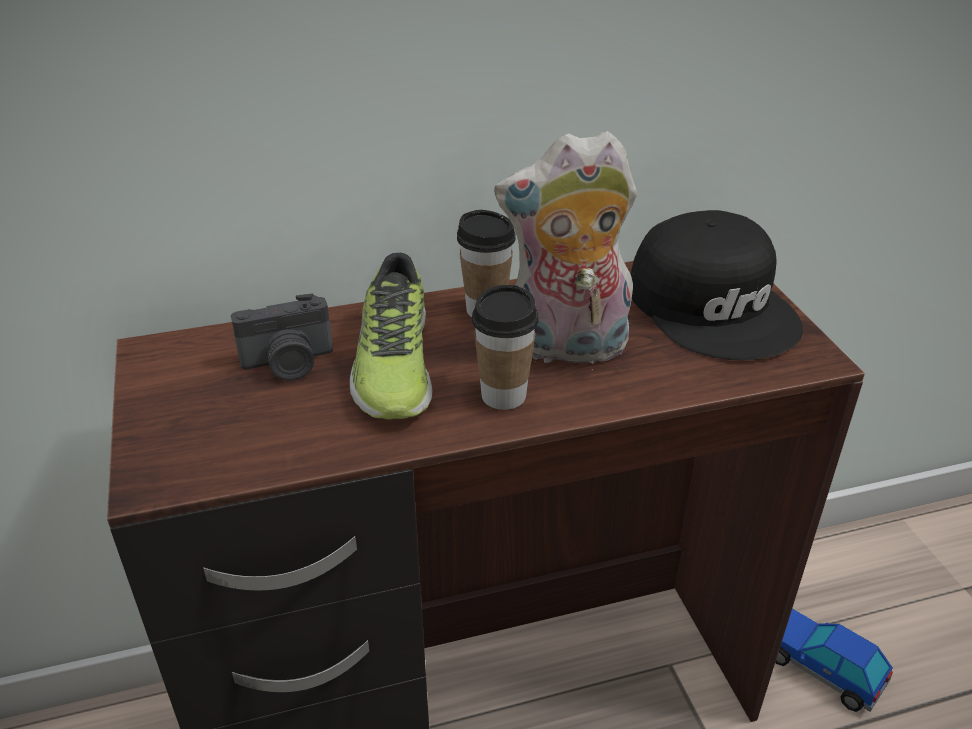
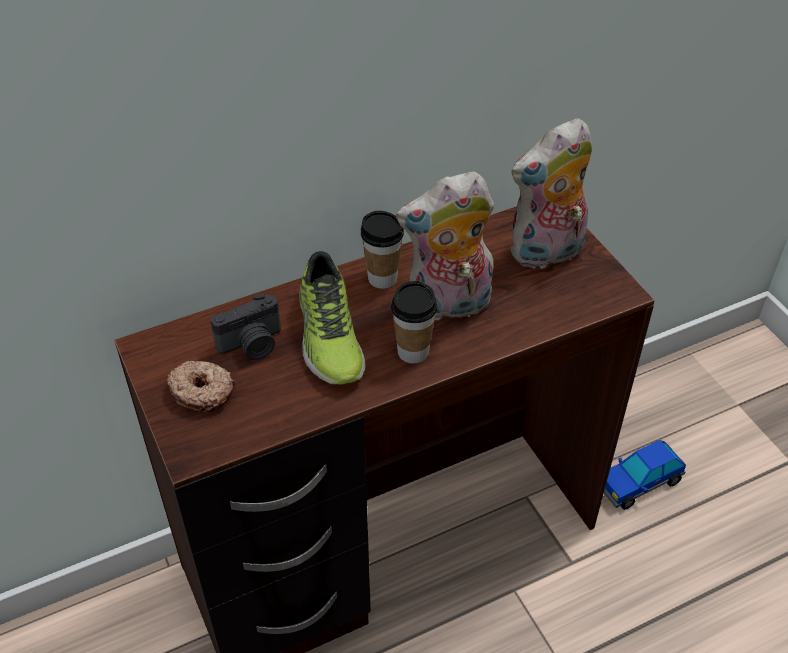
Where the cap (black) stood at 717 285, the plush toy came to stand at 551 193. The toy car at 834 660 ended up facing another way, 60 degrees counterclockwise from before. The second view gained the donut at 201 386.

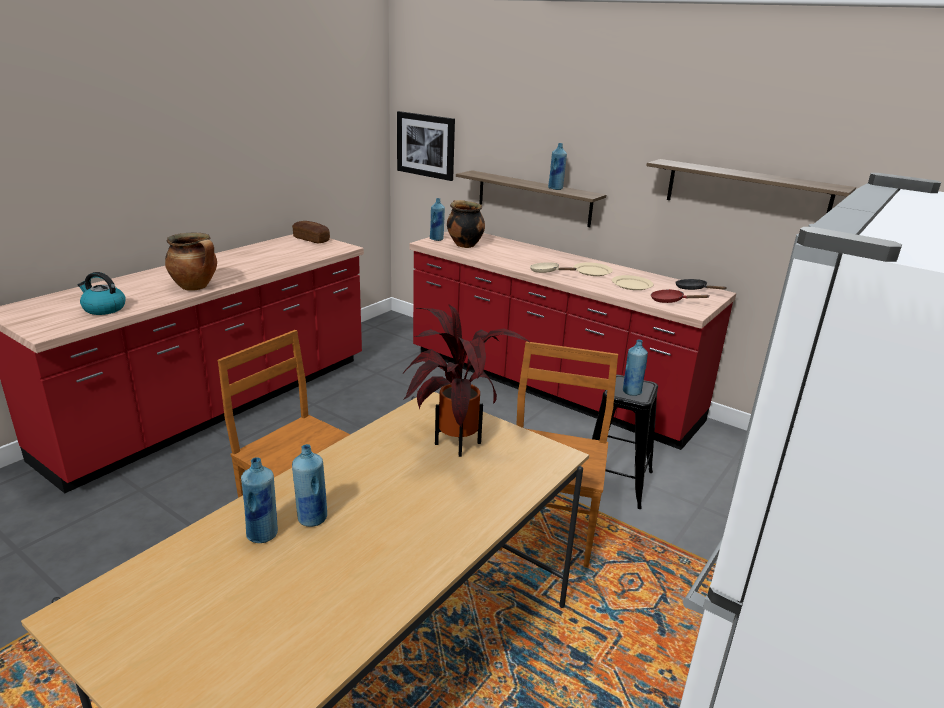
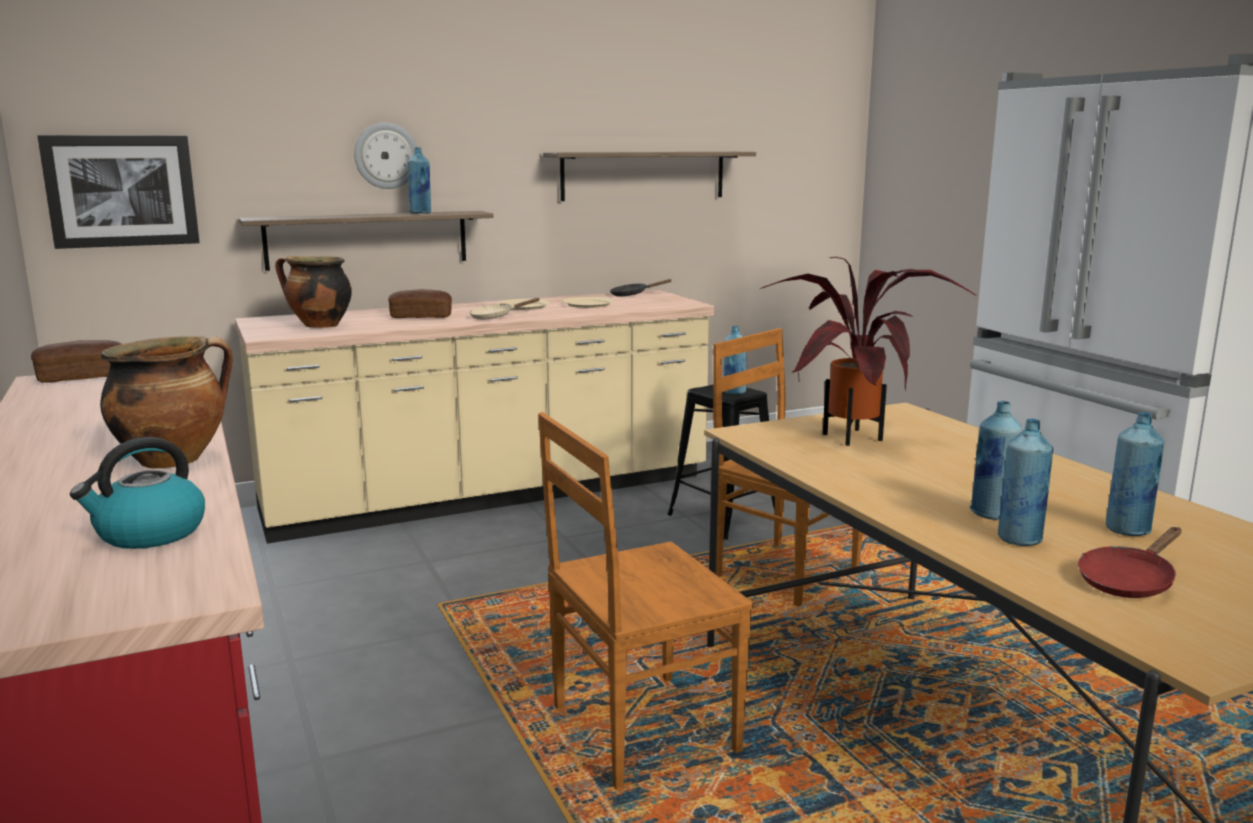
The bottle (blue) ended up elsewhere, having gone from 437 219 to 1135 474. What was the counter (red) at 572 341 turned into the counter (beige) at 475 417. The frying pan (red) ended up elsewhere, having gone from 680 296 to 1129 562. The second view gained the wall clock at 386 155. The second view gained the bread at 420 303.

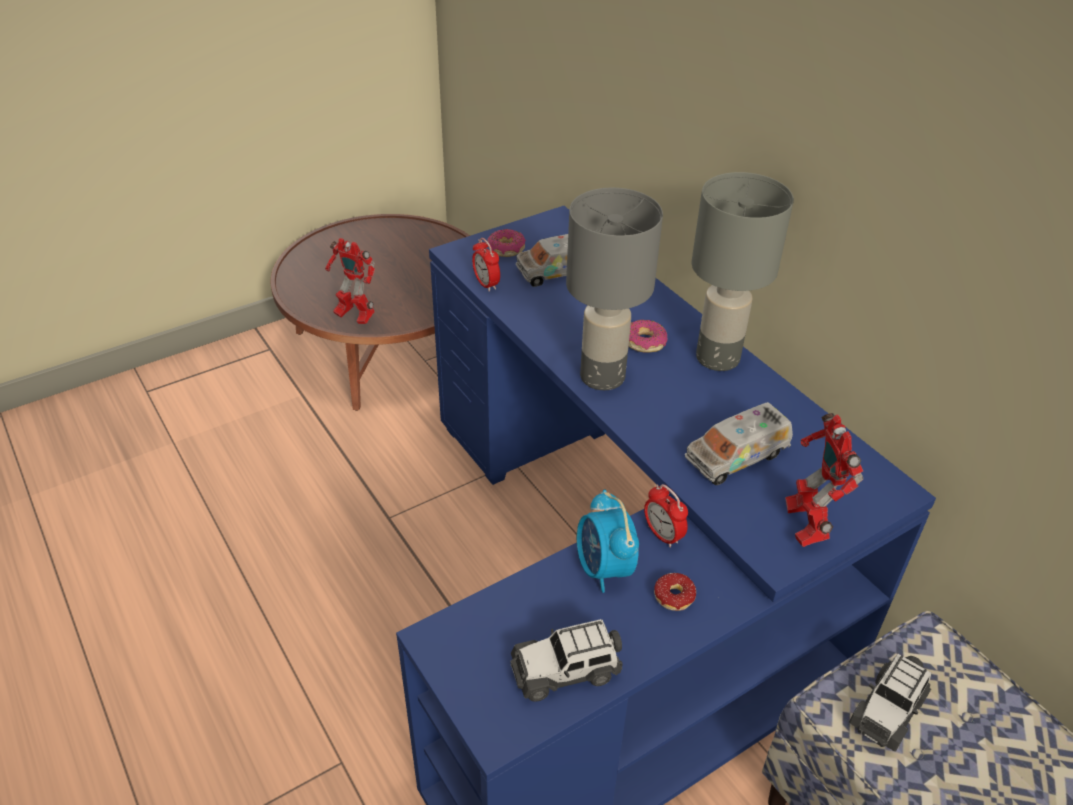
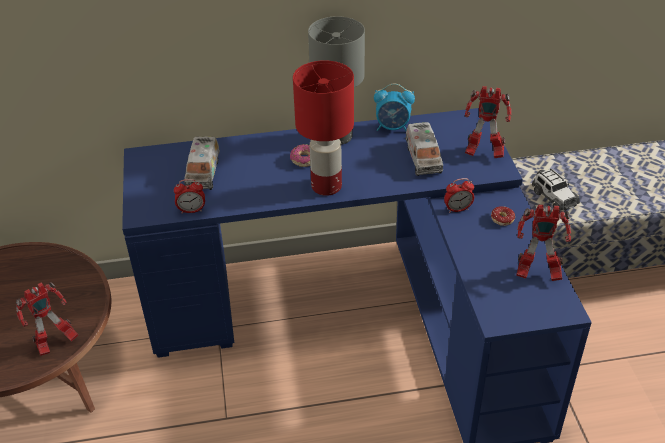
What was the table lamp (grey) at 614 289 turned into the table lamp (red) at 323 128. The second view lost the donut at 506 243. The alarm clock ended up elsewhere, having gone from 608 541 to 394 107. Where the toy car stood at 566 660, the toy robot came to stand at 543 243.

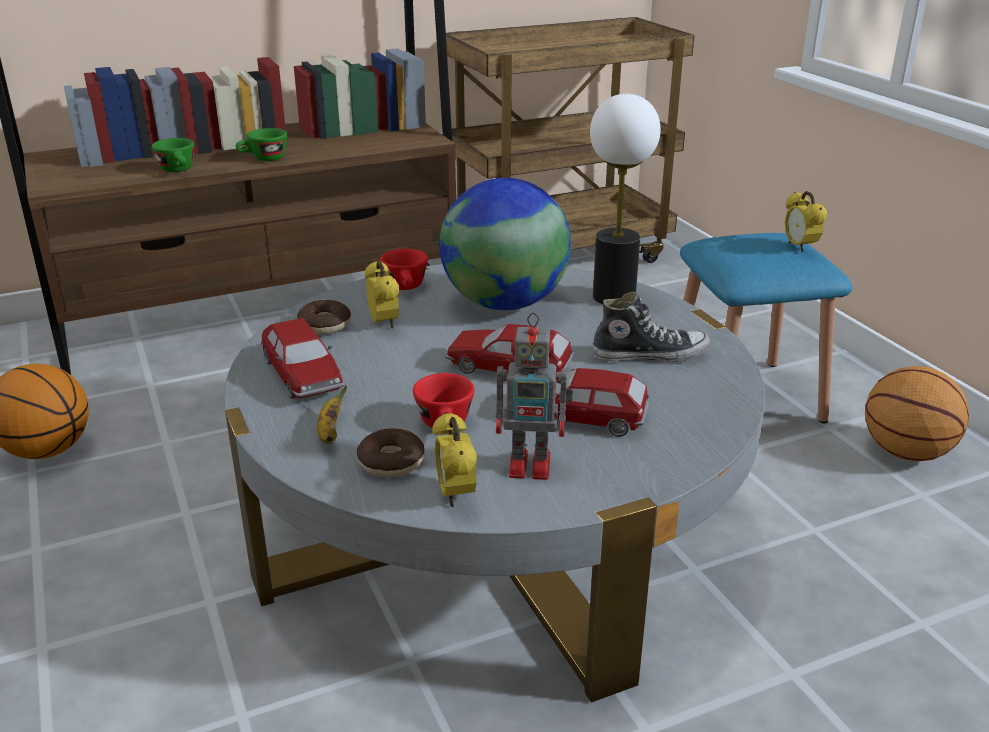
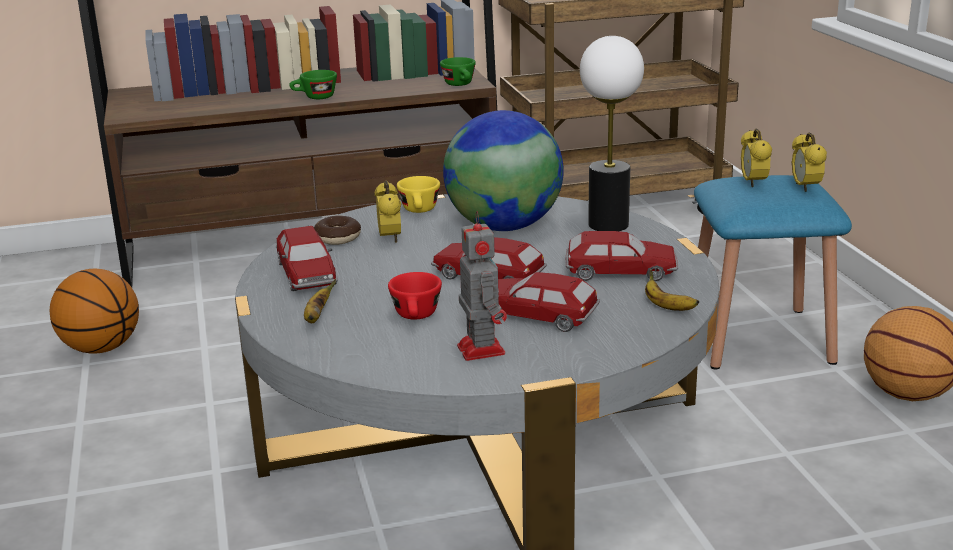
The cup (green) ended up elsewhere, having gone from 172 155 to 458 71. What was the cup (red) at 404 269 turned into the cup (yellow) at 418 194. Where the shoe stood at 651 327, the toy car came to stand at 622 256. The toy robot at 534 396 ended up facing another way, 120 degrees counterclockwise from before. The alarm clock ended up elsewhere, having gone from 454 459 to 756 158. The second view lost the donut at 391 452. The second view gained the banana at 672 290.

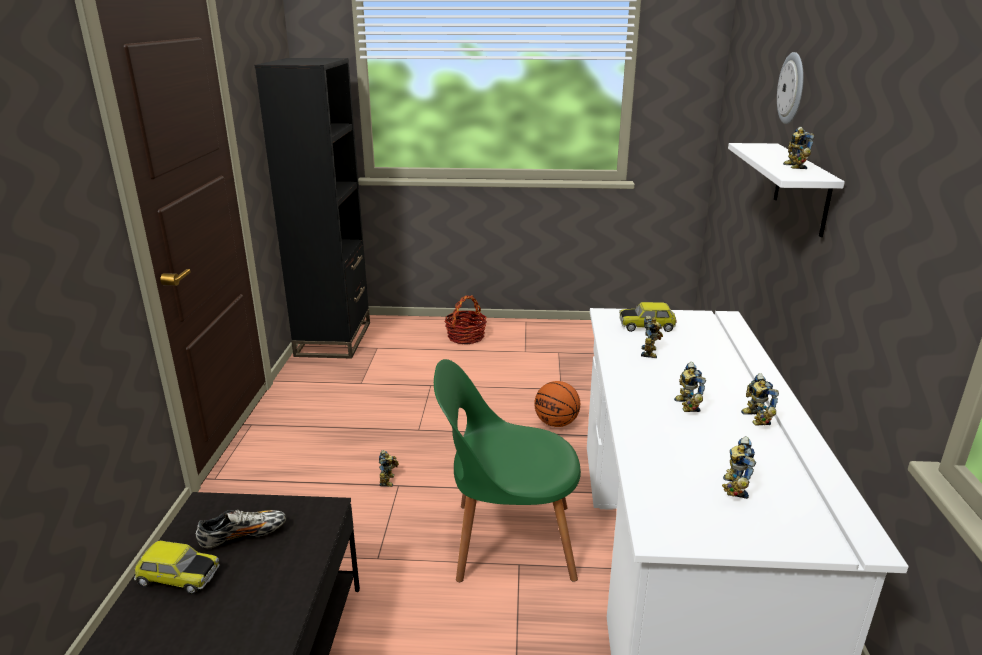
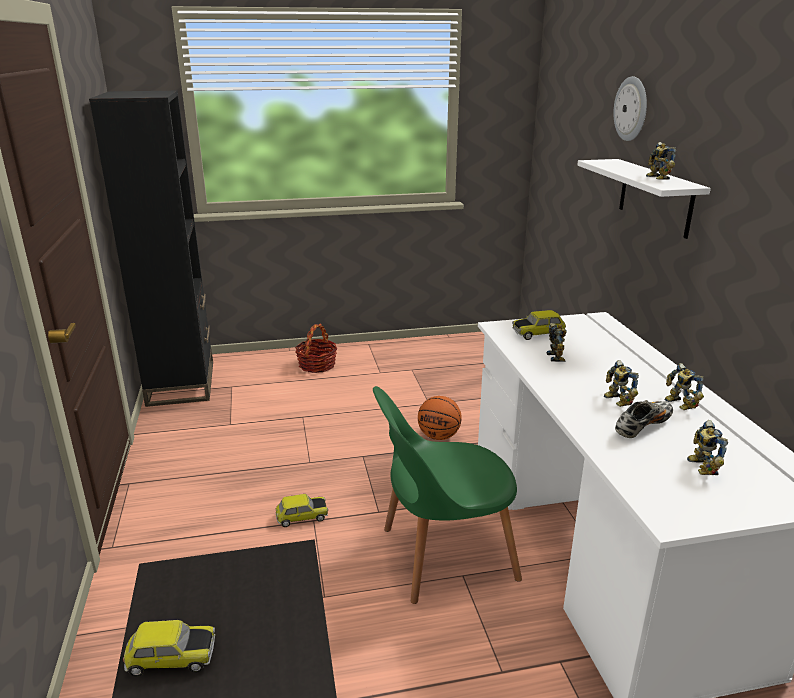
Where the toy robot stood at 389 468, the toy car came to stand at 302 510. The shoe ended up elsewhere, having gone from 241 529 to 644 419.

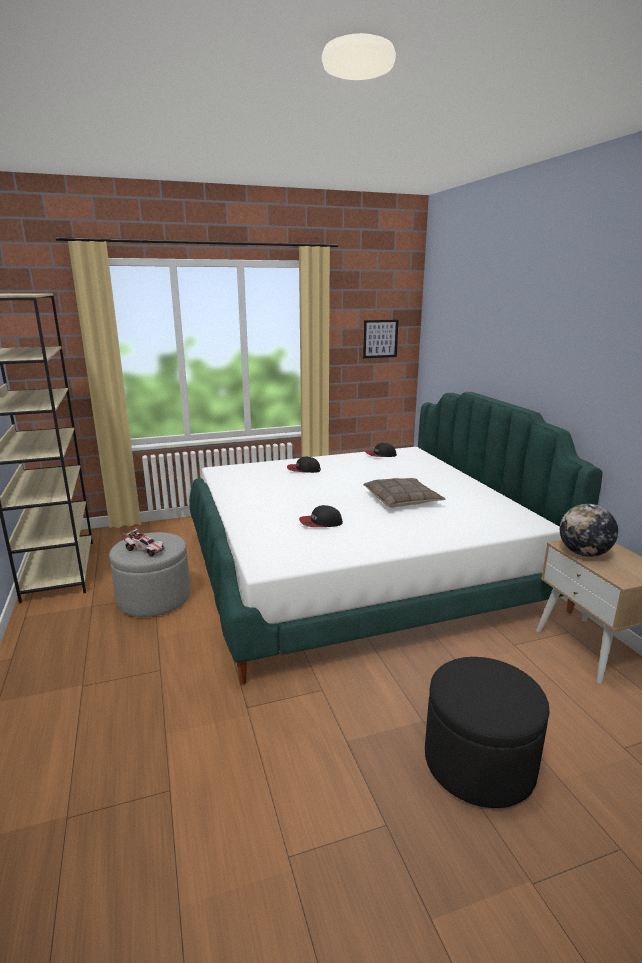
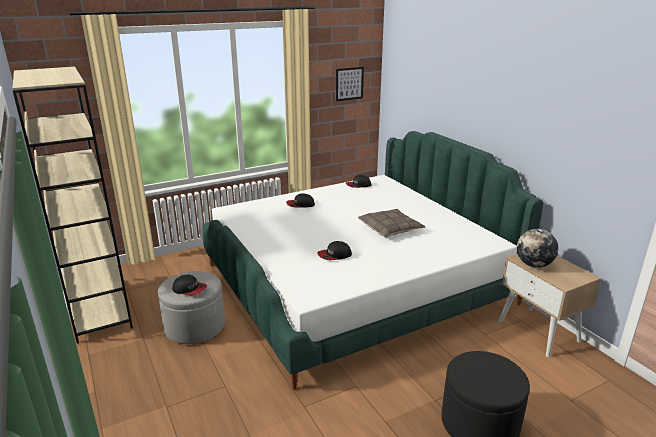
Where the toy car stood at 143 541, the cap came to stand at 189 285.

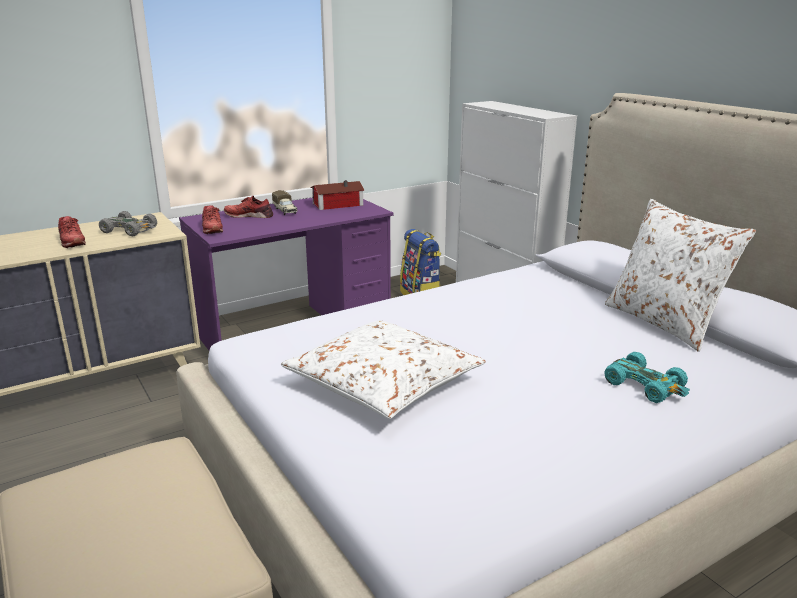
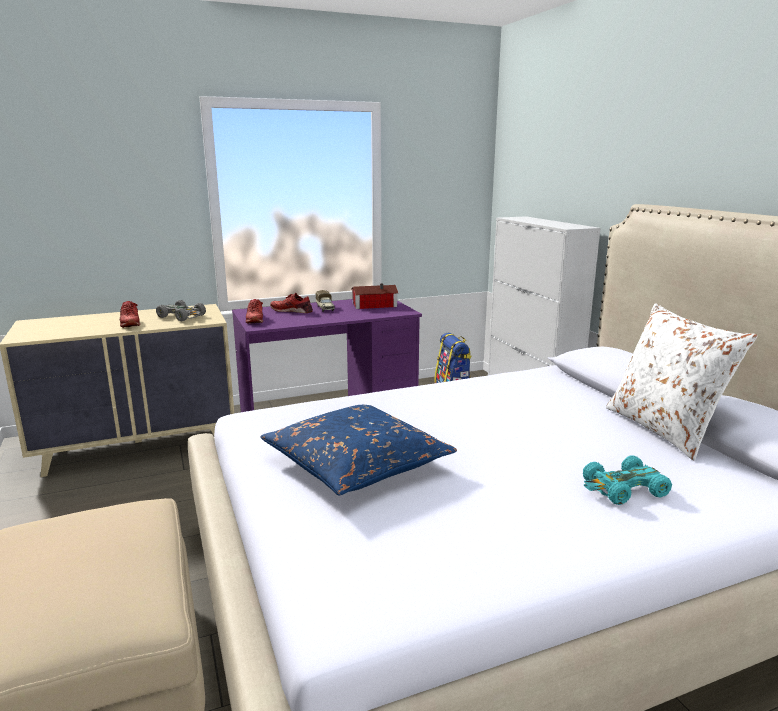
What was the pillow (white) at 383 369 turned into the pillow (blue) at 358 450. The toy car (turquoise) at 647 377 ended up facing another way, 105 degrees clockwise from before.

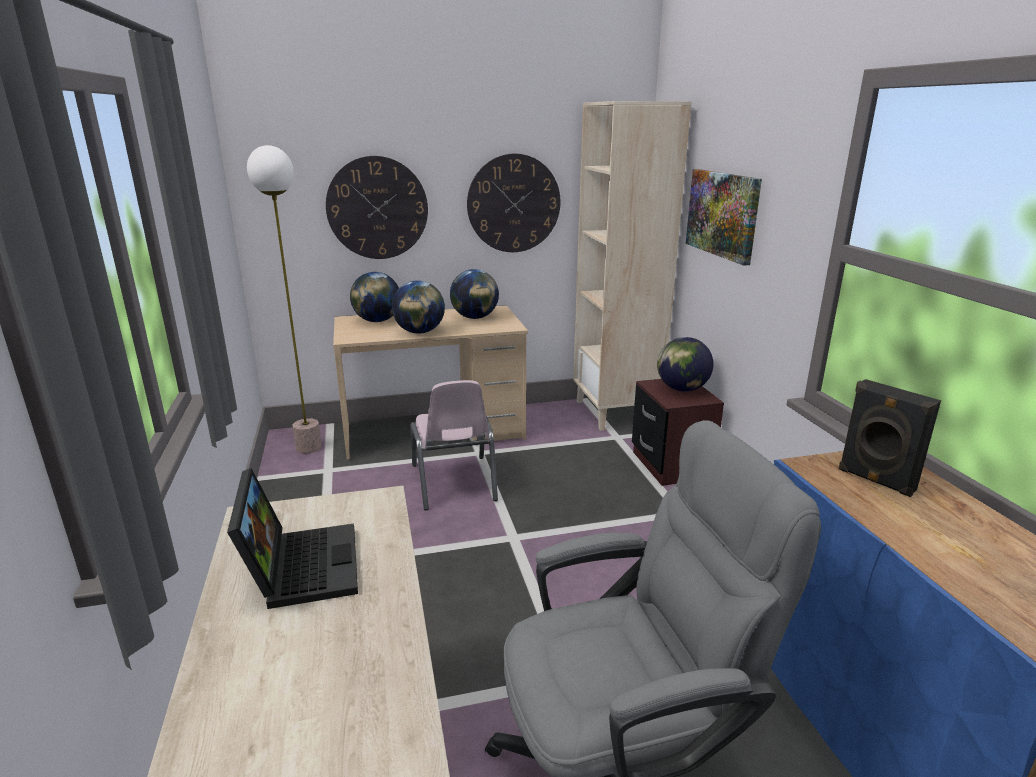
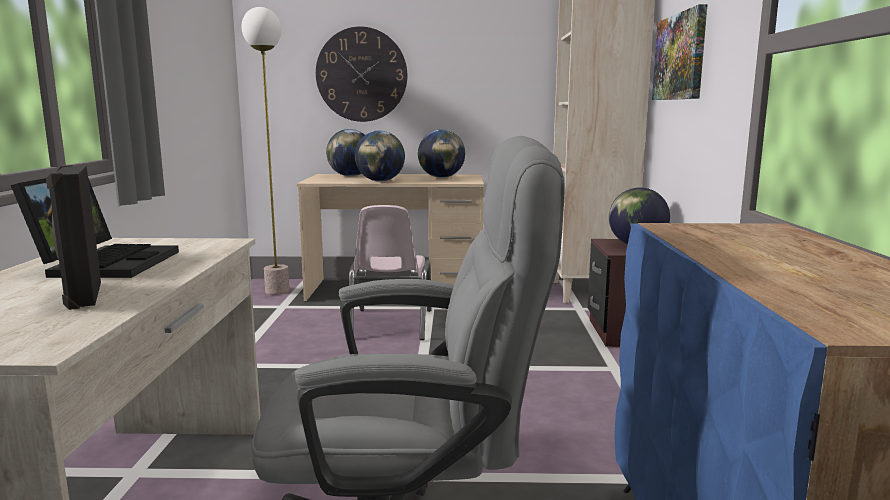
The second view lost the wall clock at 514 203. The speaker (black) ended up elsewhere, having gone from 890 438 to 73 237.

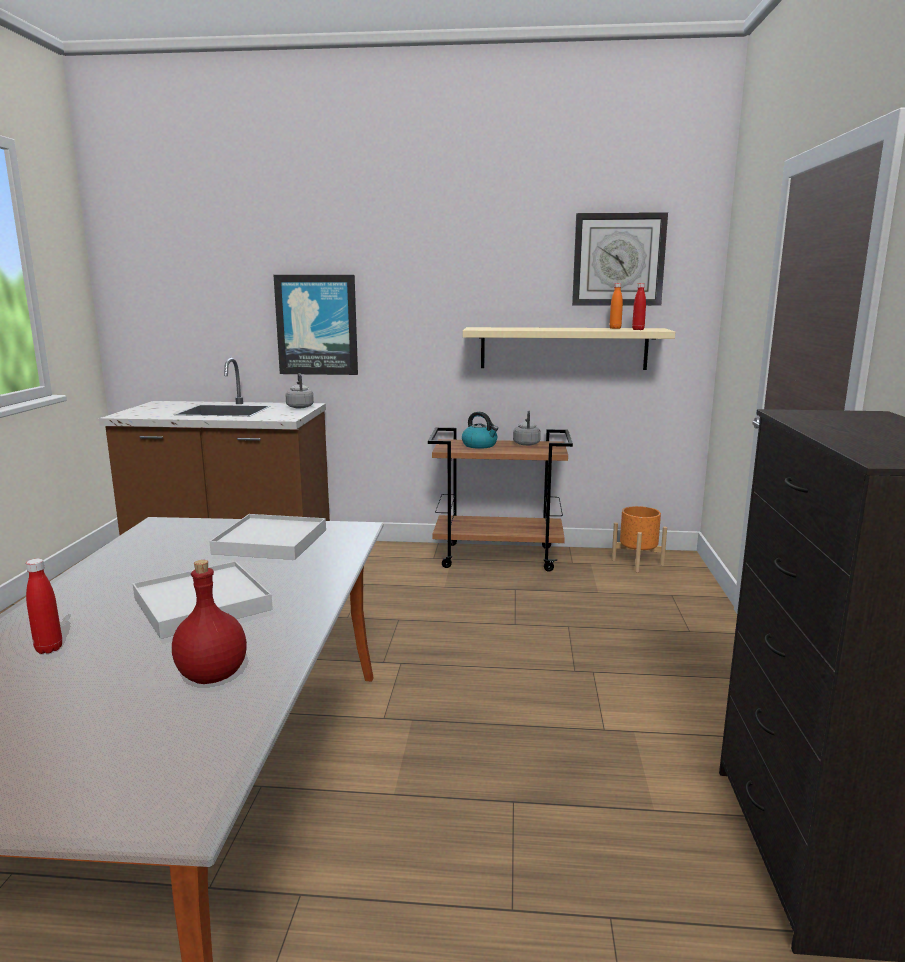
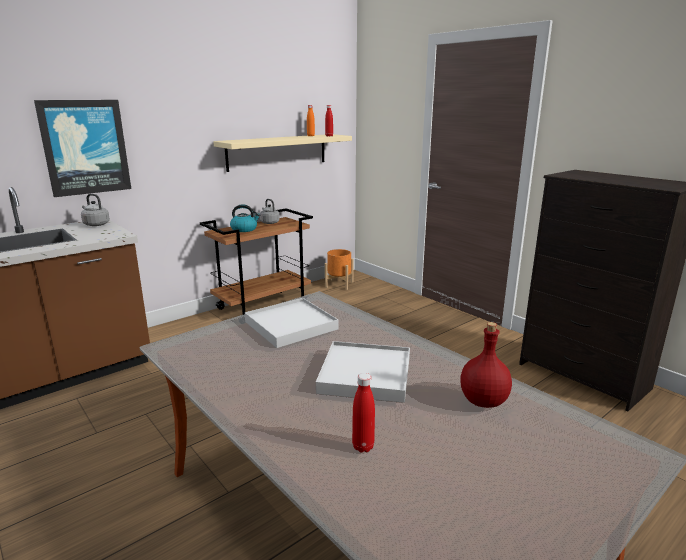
The second view lost the wall clock at 620 259.

